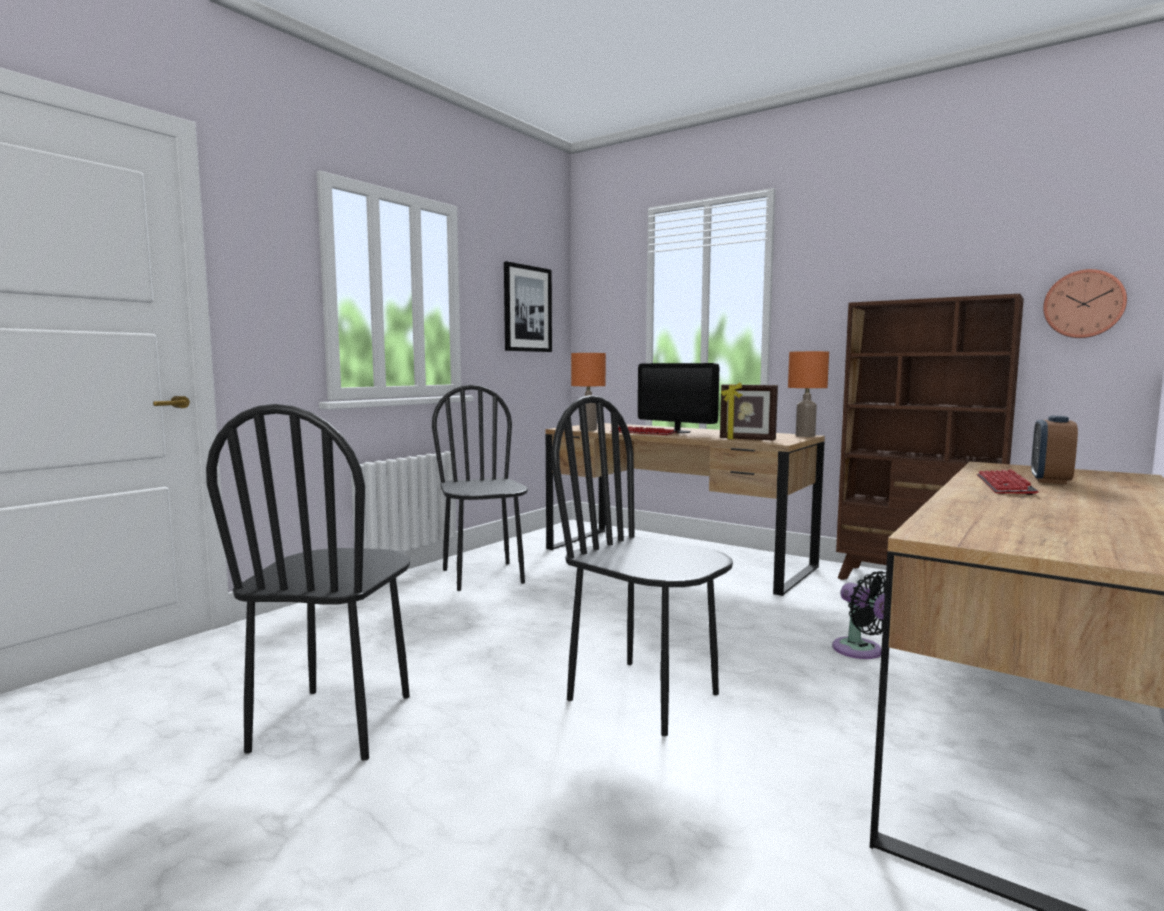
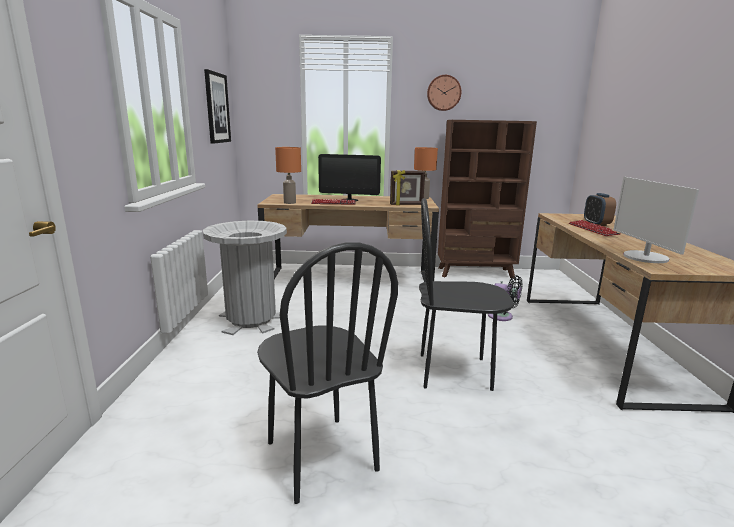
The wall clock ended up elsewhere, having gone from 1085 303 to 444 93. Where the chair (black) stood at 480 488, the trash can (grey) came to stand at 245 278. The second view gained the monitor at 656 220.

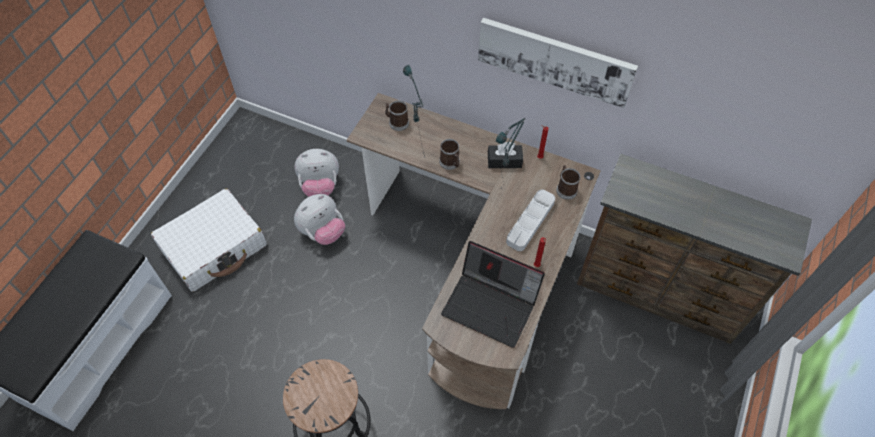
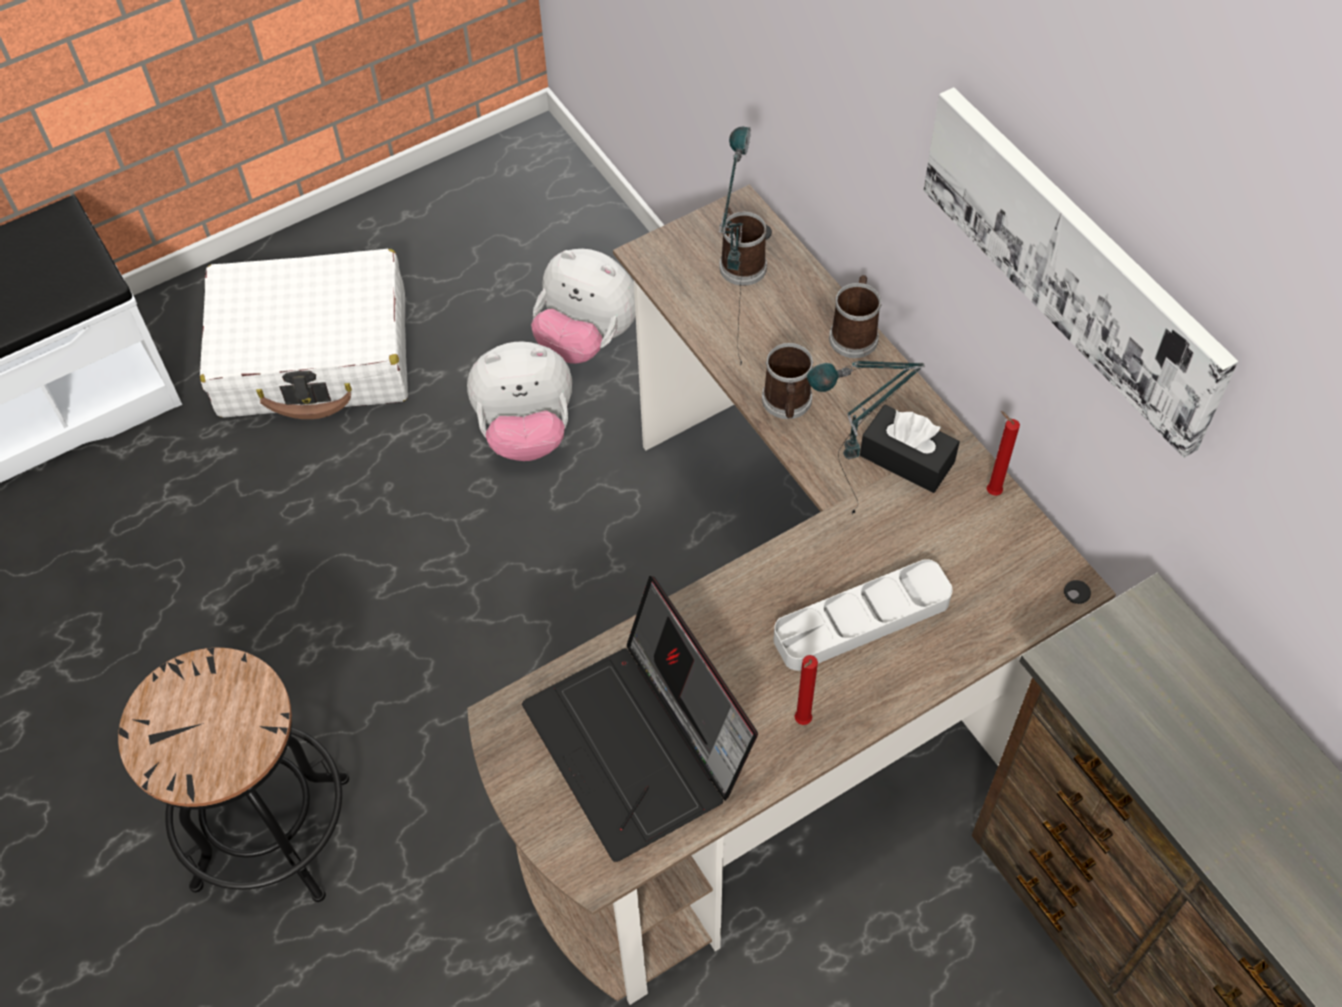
The mug ended up elsewhere, having gone from 568 182 to 855 316.

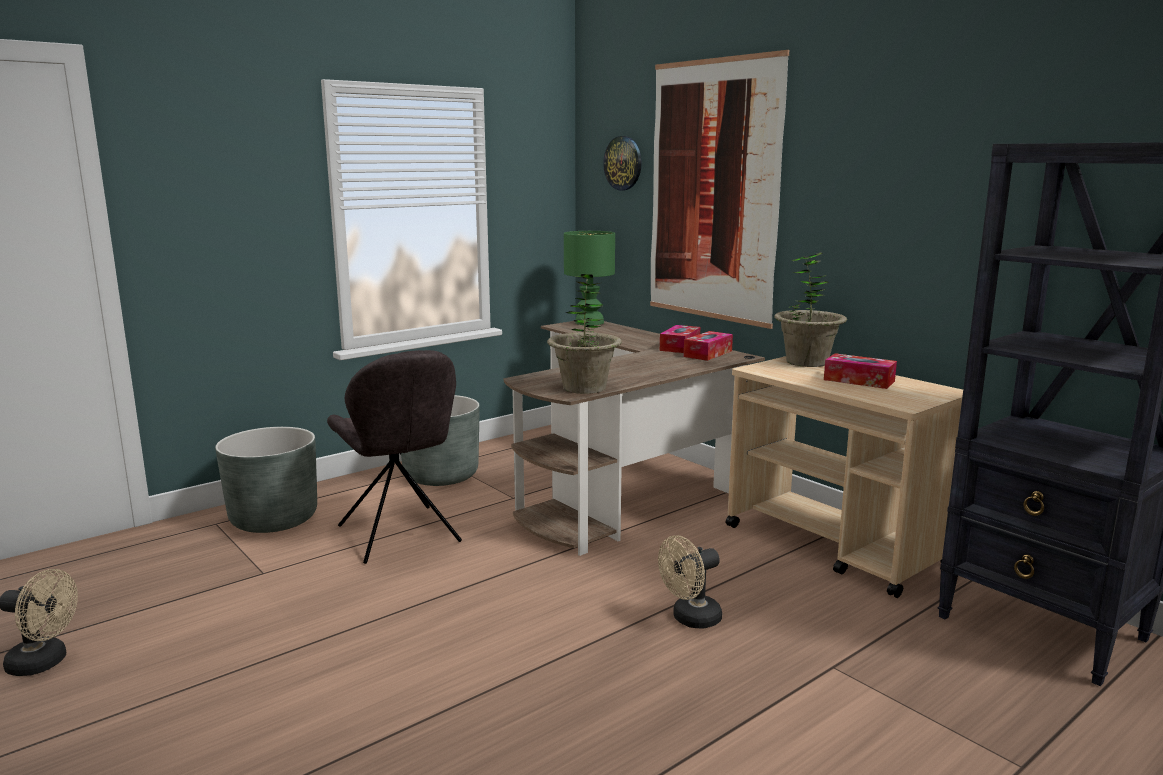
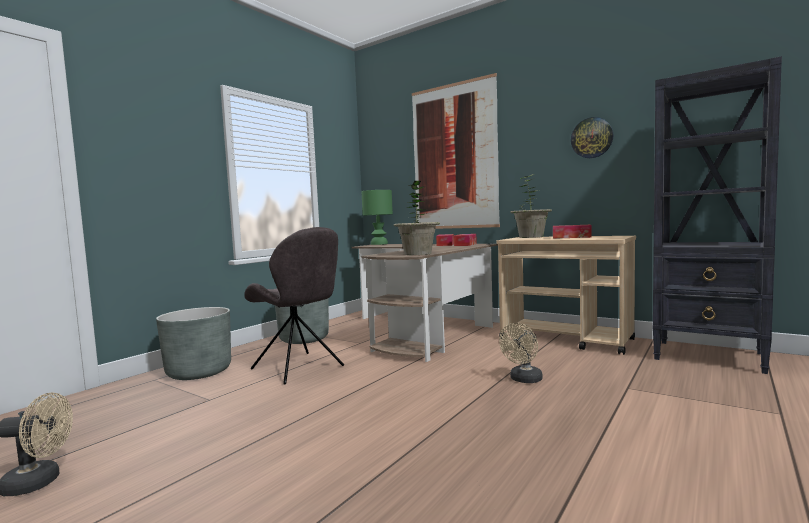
The wall clock ended up elsewhere, having gone from 622 163 to 592 137.

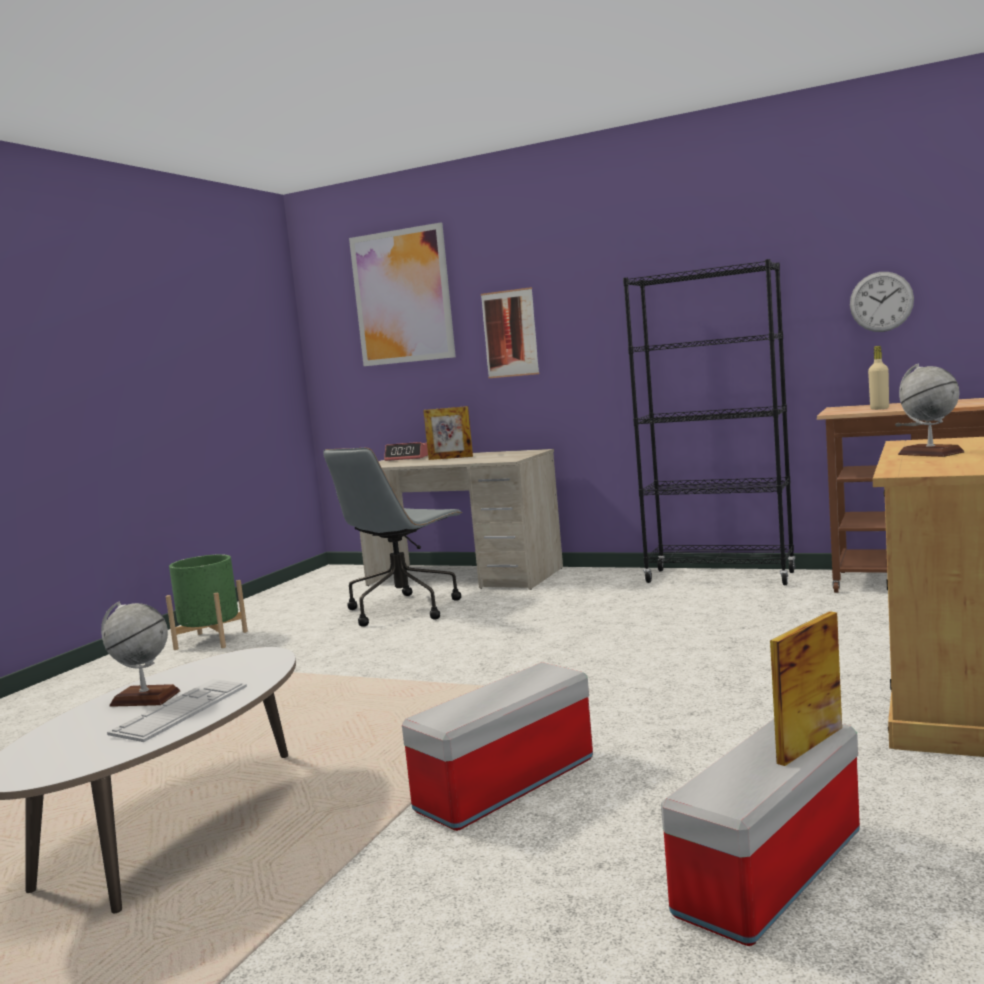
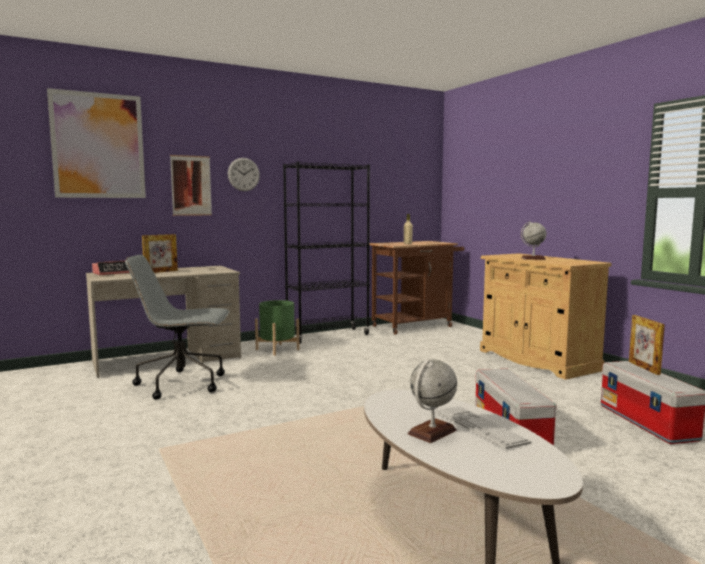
The wall clock ended up elsewhere, having gone from 882 302 to 244 174. The office chair (grey) at 392 537 ended up facing another way, 105 degrees clockwise from before. The planter (green) ended up elsewhere, having gone from 207 602 to 277 328.

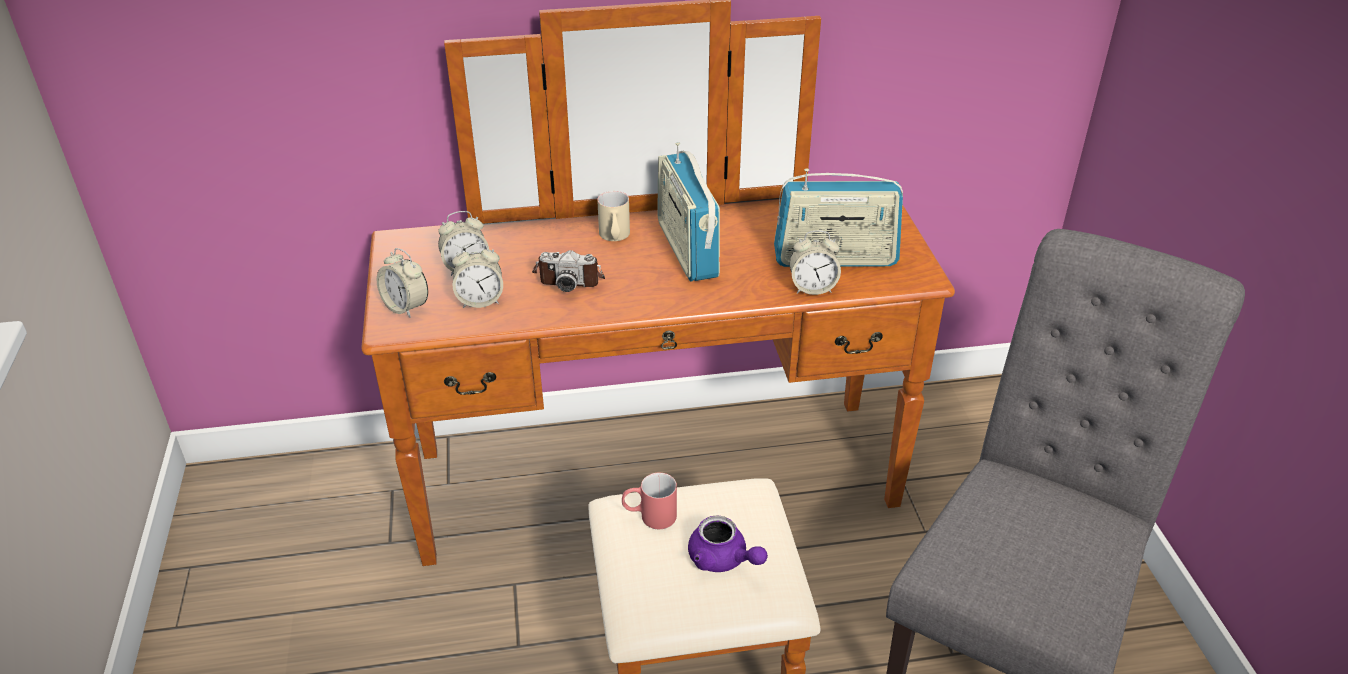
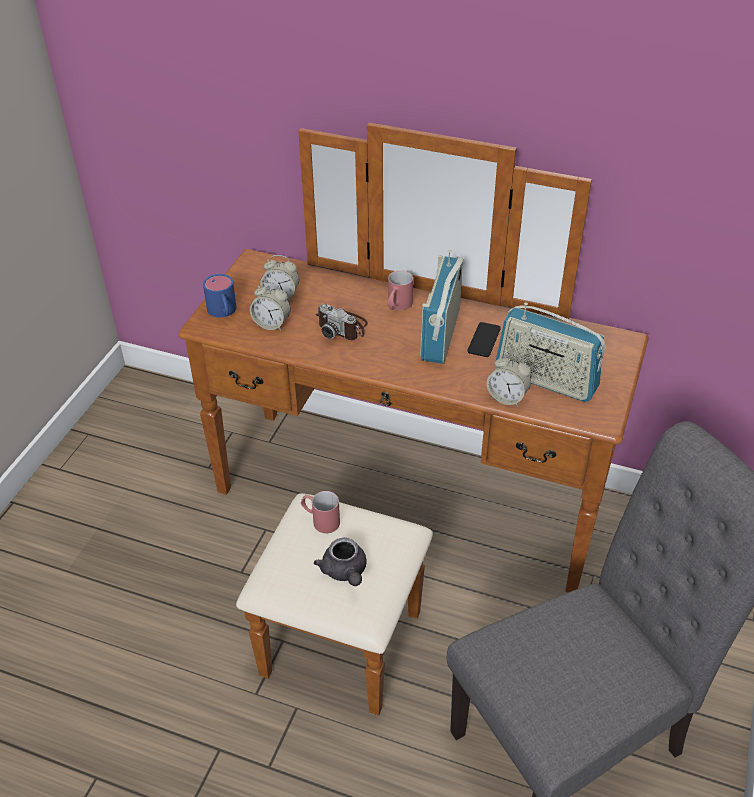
What was the mug (beige) at 613 216 turned into the mug (red) at 400 290. Where the alarm clock stood at 402 283, the mug (blue) came to stand at 220 296. What was the teapot (purple) at 728 543 turned into the teapot (grey) at 340 562. The second view gained the phone at 484 339.

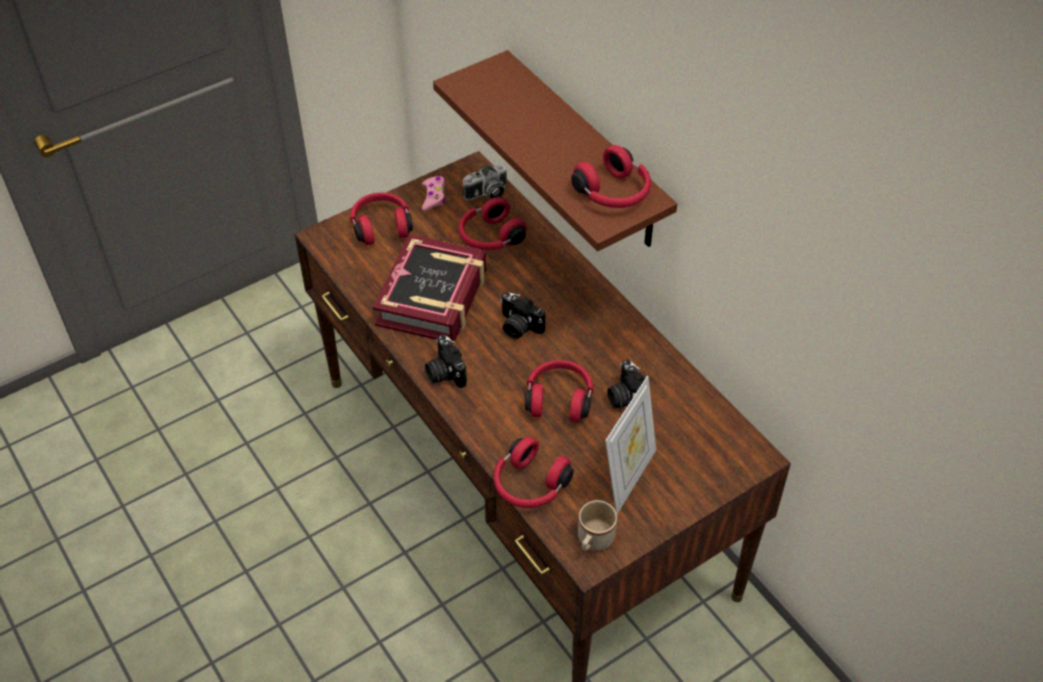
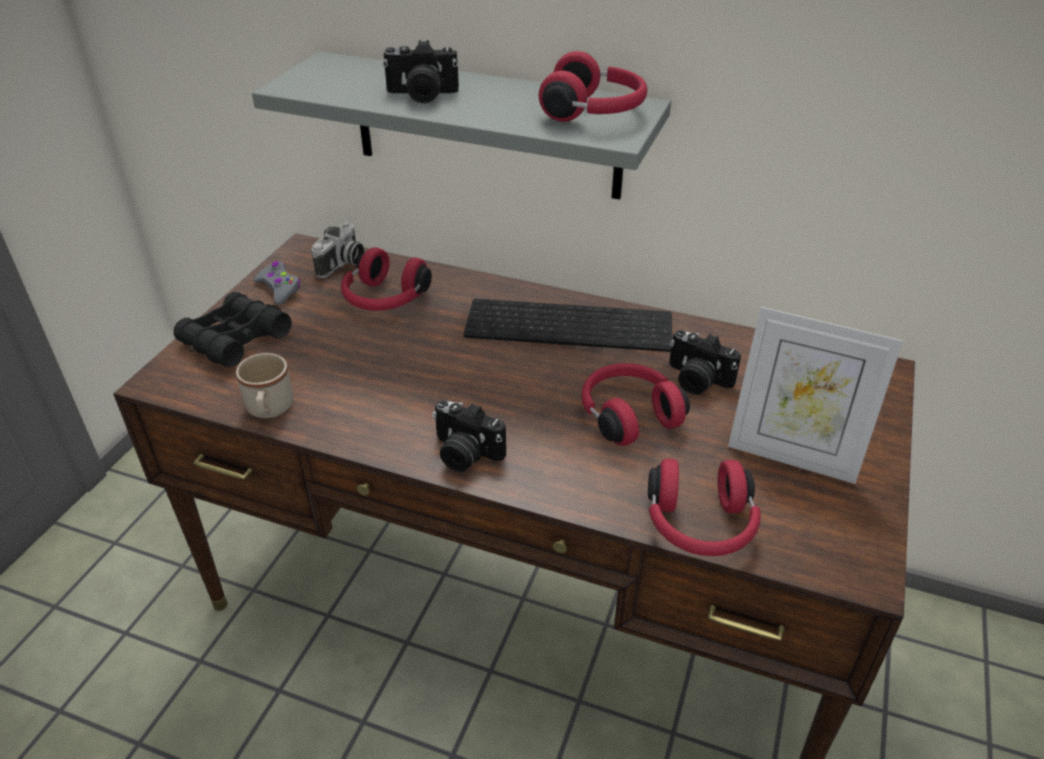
What was the shelf (brown) at 555 150 turned into the shelf (grey) at 461 125. What was the game controller (pink) at 433 193 turned into the game controller (grey) at 277 283. Where the headphones (red) stood at 381 218, the binoculars (black) came to stand at 233 329. The second view lost the book at 429 289. The photo camera ended up elsewhere, having gone from 522 315 to 421 72. The picture frame at 630 445 ended up facing another way, 120 degrees clockwise from before. The mug (beige) ended up elsewhere, having gone from 597 525 to 264 385. The second view gained the keyboard at 568 325.

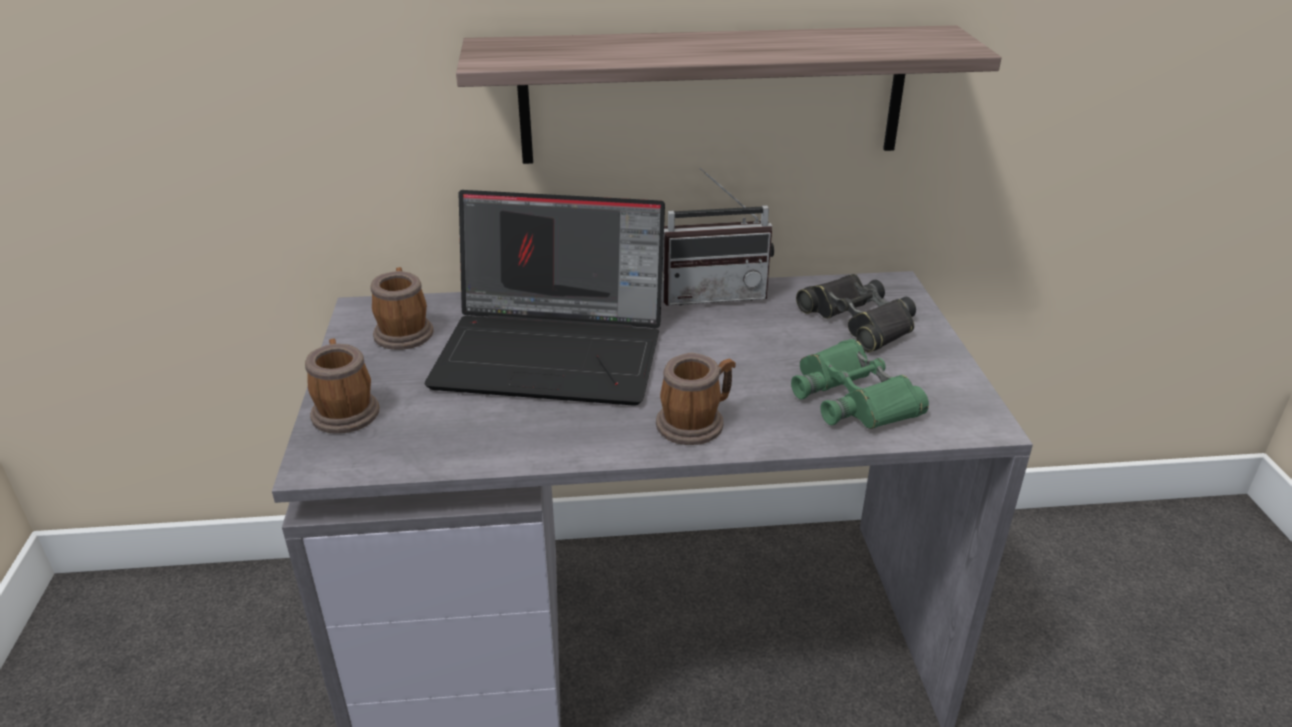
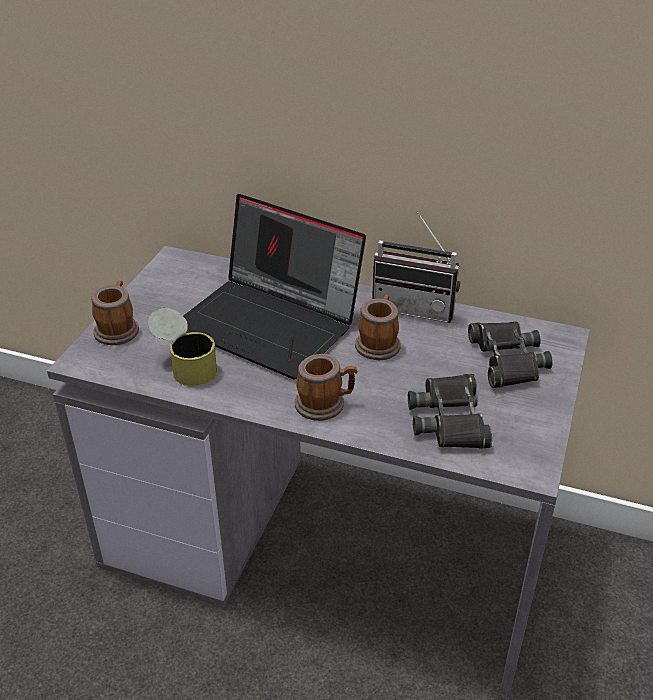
The second view lost the shelf at 728 94. The mug ended up elsewhere, having gone from 402 308 to 378 327. What was the binoculars (green) at 860 384 turned into the binoculars (black) at 450 411. The second view gained the can at 182 347.

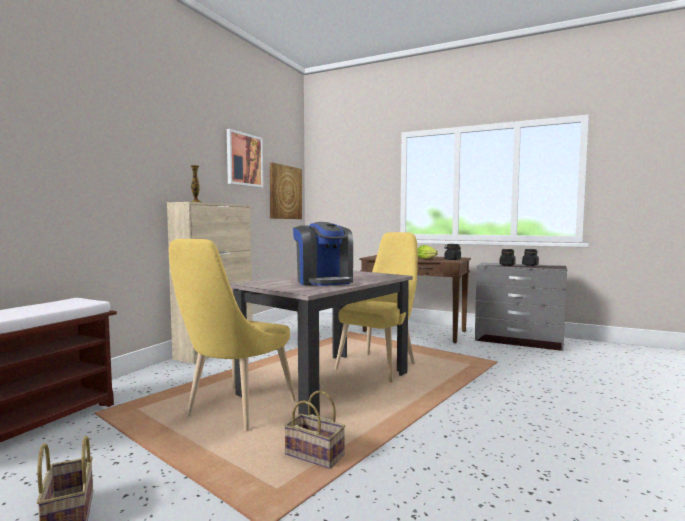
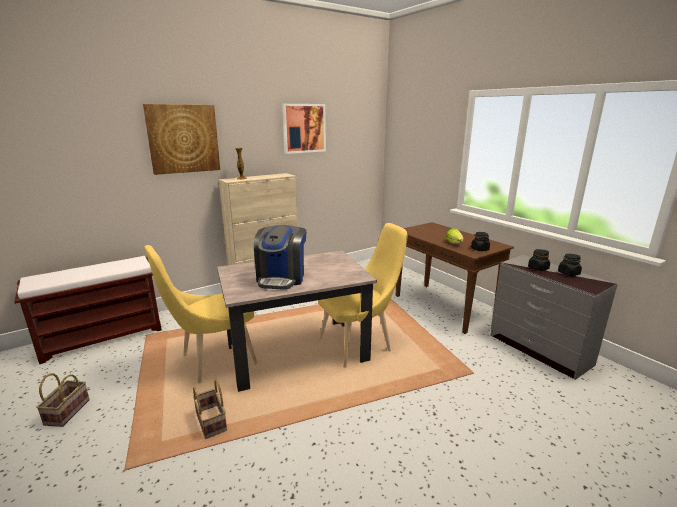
The picture ended up elsewhere, having gone from 286 190 to 181 139.

